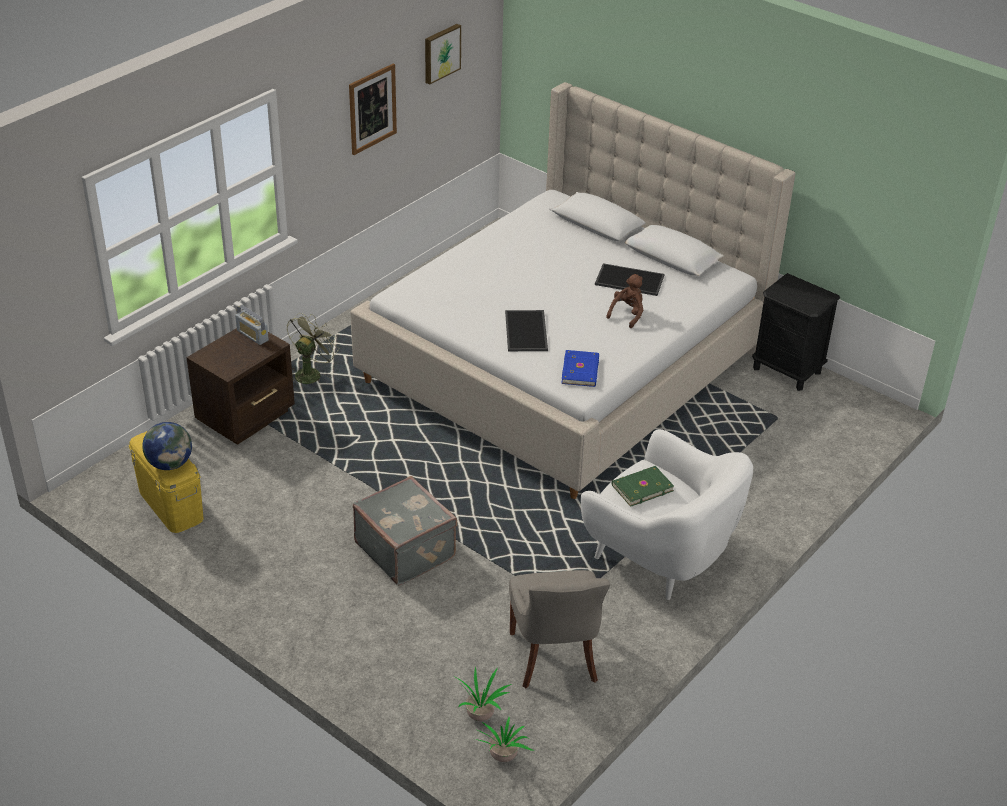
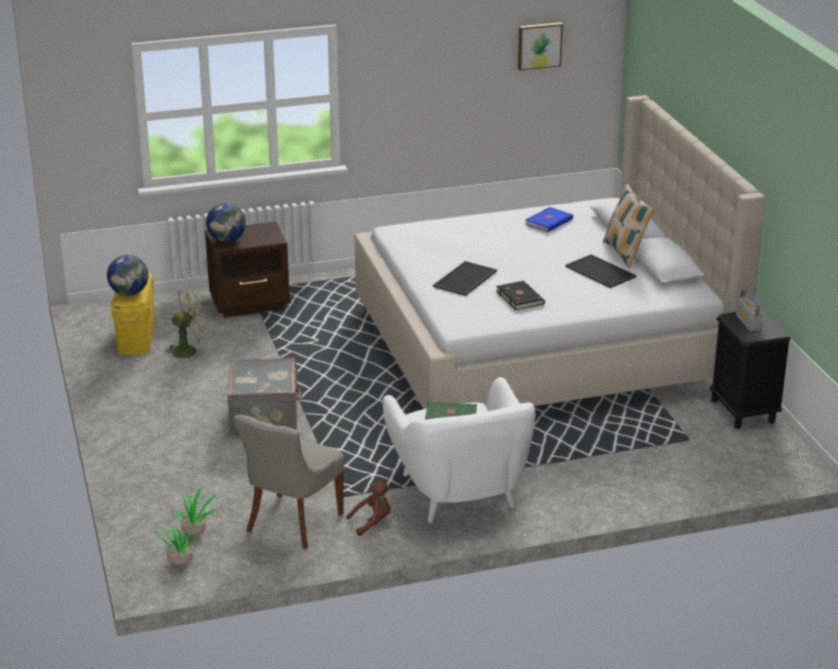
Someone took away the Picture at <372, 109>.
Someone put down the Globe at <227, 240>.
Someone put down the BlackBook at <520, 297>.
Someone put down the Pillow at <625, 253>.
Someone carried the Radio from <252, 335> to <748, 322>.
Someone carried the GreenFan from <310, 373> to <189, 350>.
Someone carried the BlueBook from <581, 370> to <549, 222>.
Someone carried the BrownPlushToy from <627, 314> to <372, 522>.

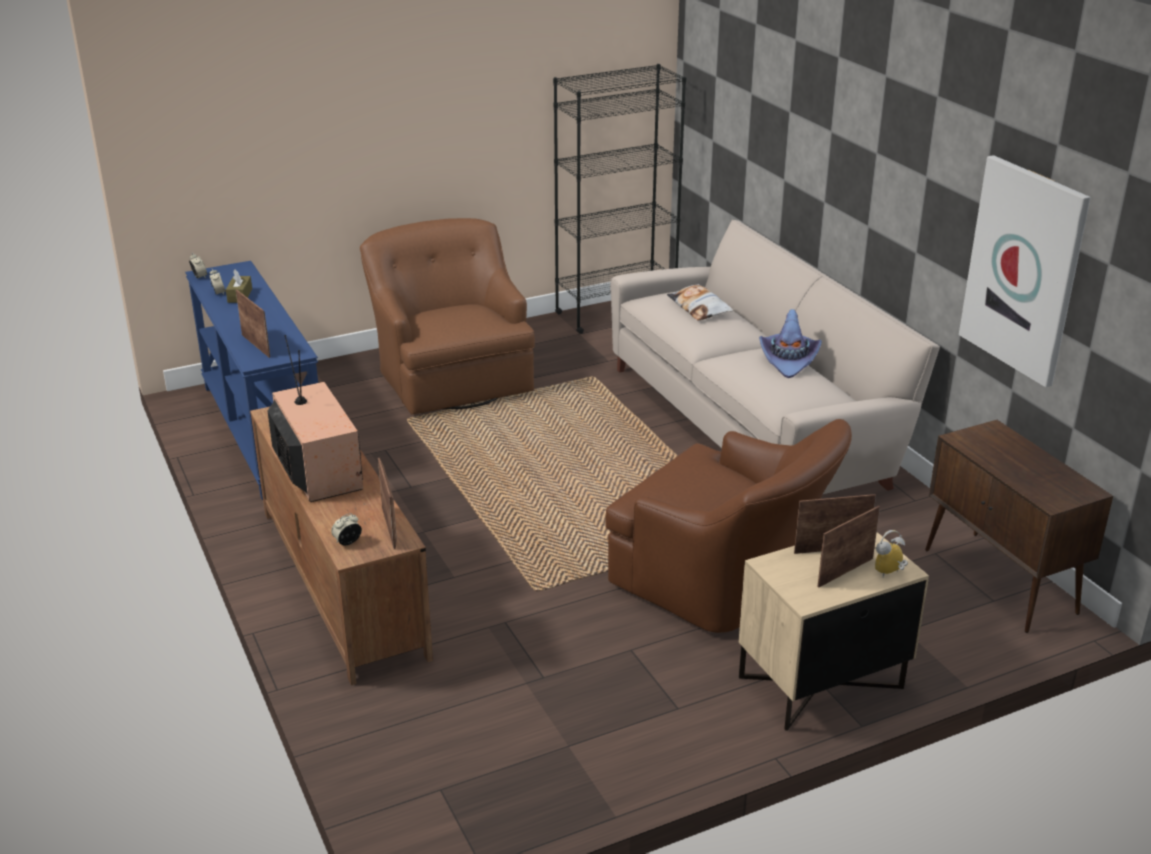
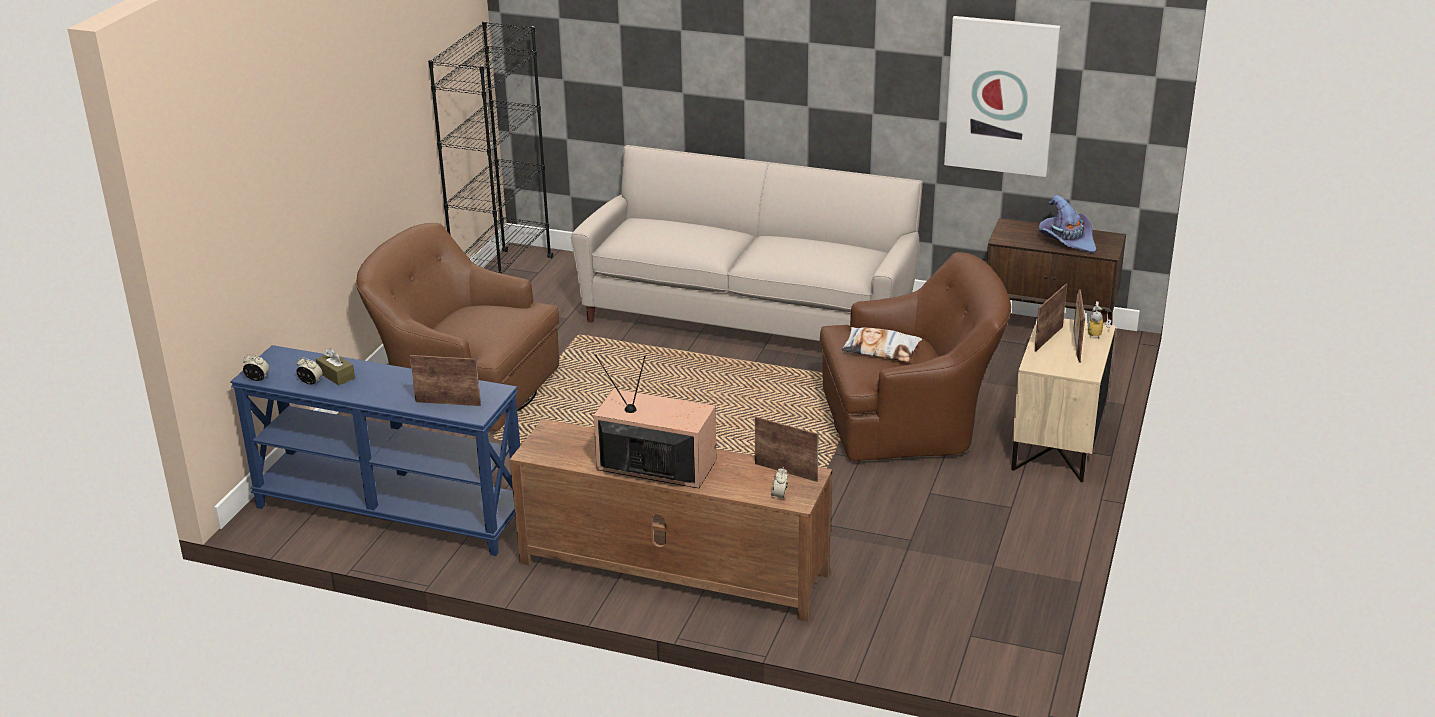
Someone carried the Pillow from <699, 308> to <881, 350>.
Someone carried the PurpleHat from <789, 360> to <1067, 240>.

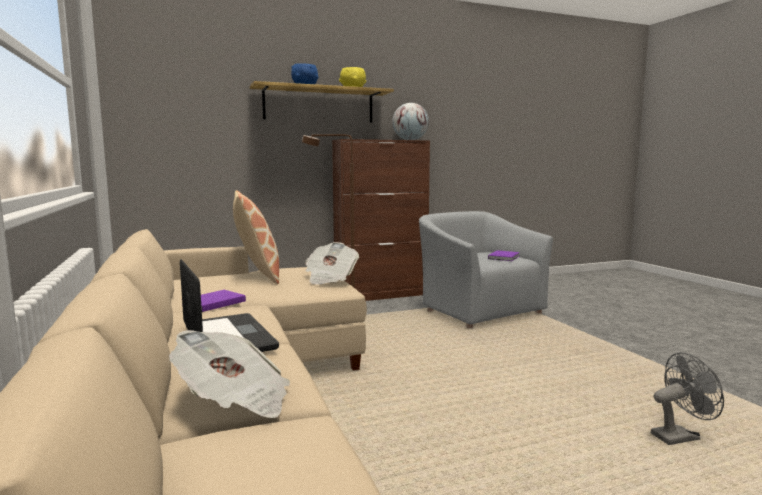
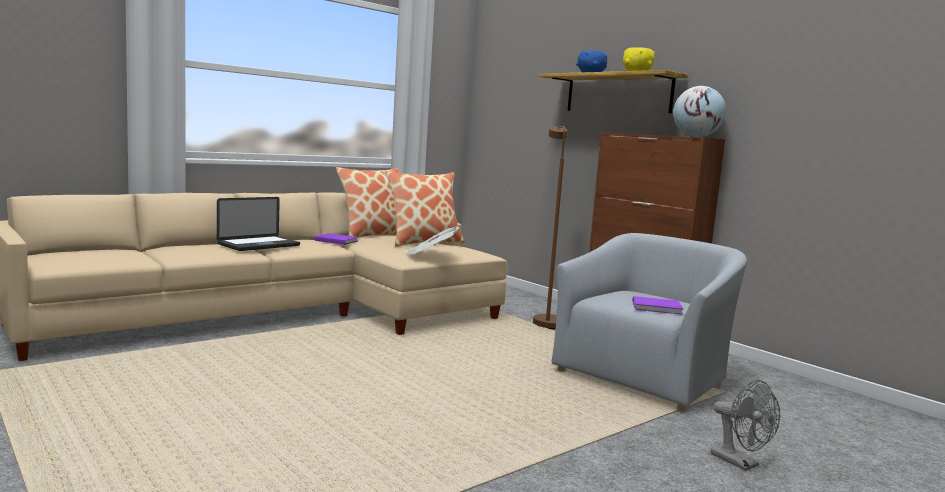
Someone took away the Newspaper at <235, 401>.
Someone put down the Pillow at <373, 235>.
Someone carried the GreyFan from <680, 436> to <740, 463>.

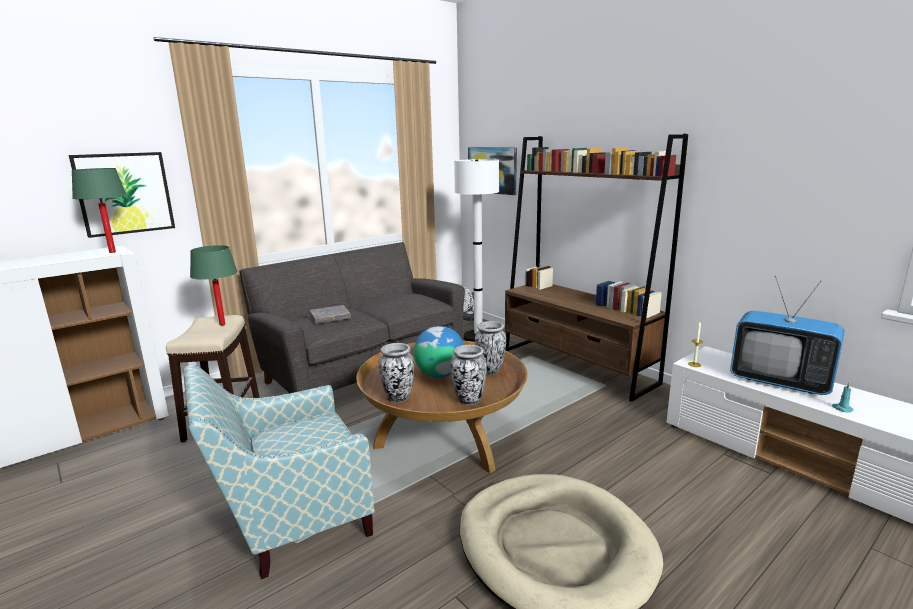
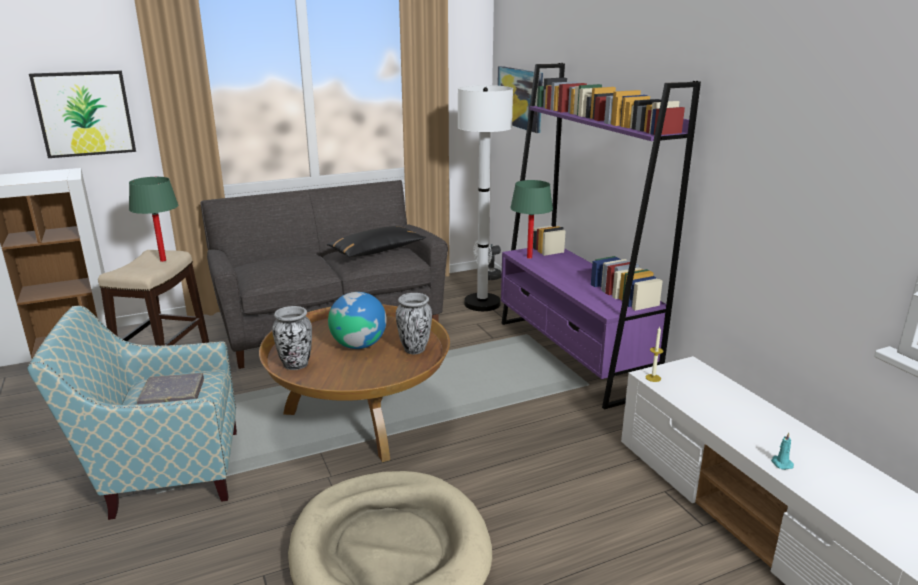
Someone took away the Vase at <469, 400>.
Someone took away the Television at <780, 381>.
Someone put down the BlackPillow at <377, 251>.
Someone carried the GreenTableLamp from <112, 252> to <529, 257>.
Someone carried the GreyBook from <330, 317> to <172, 394>.
Someone repainted the BrownBookcase at <577, 366>, which became the PurpleBookcase at <573, 355>.

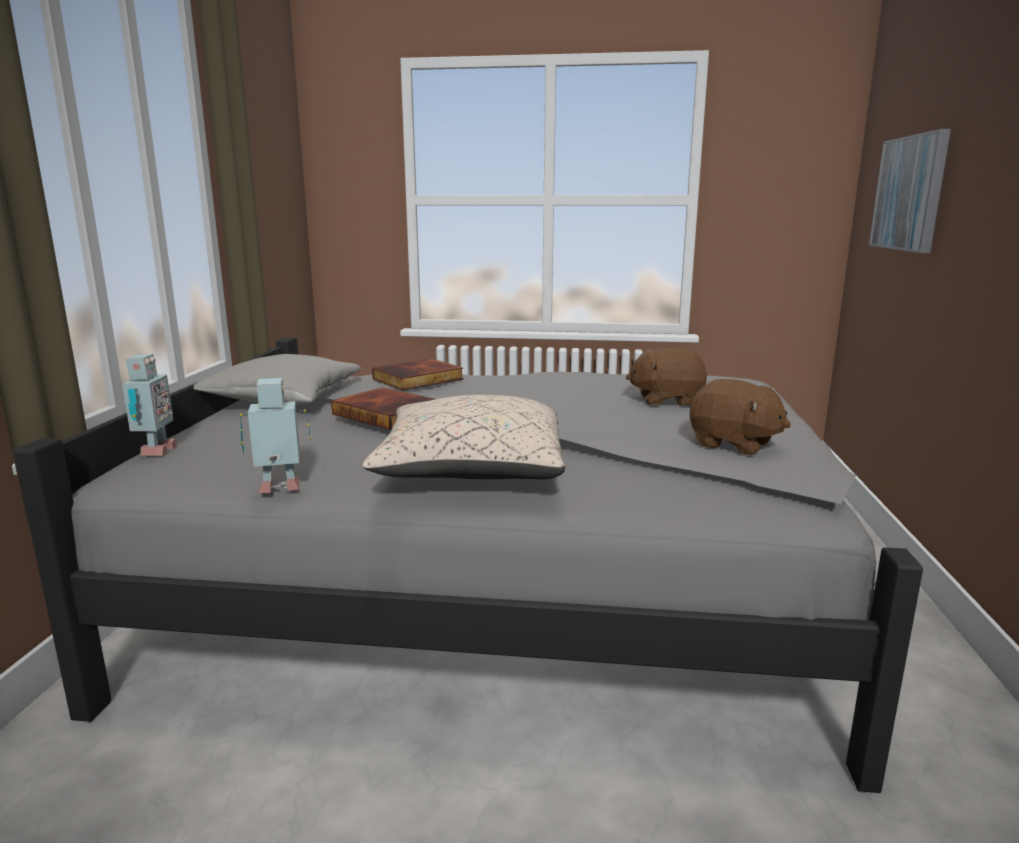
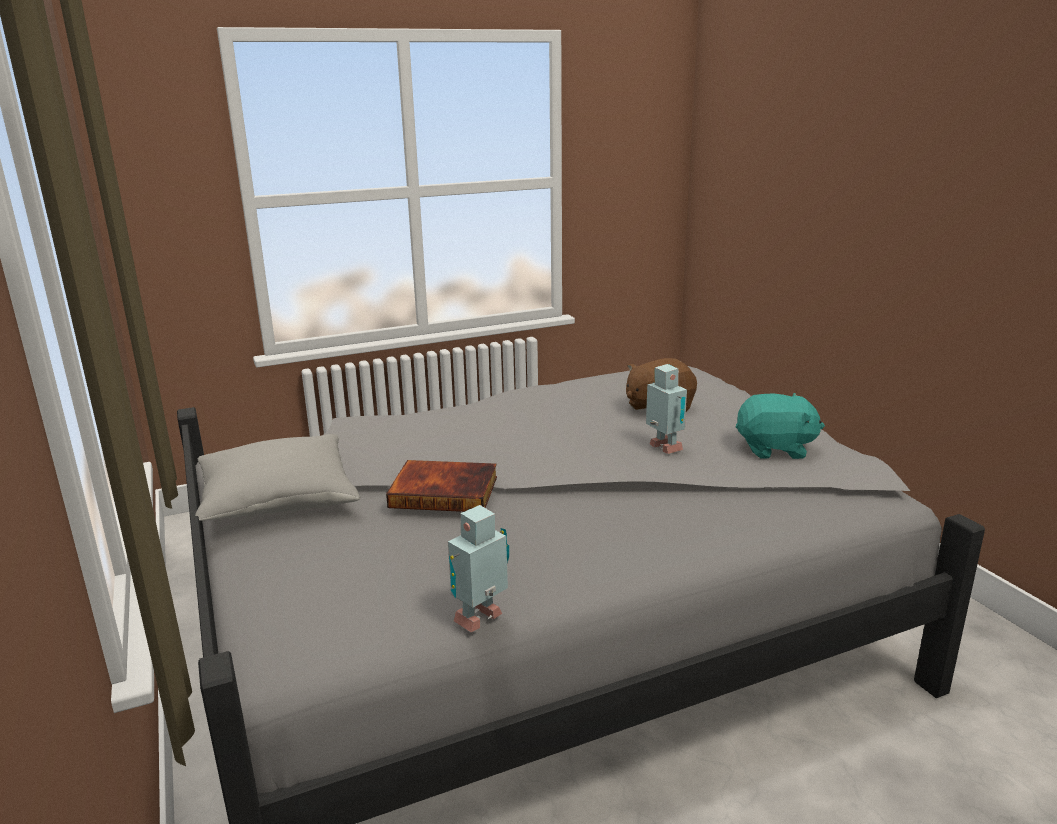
Someone took away the BeigePillow at <471, 472>.
Someone took away the Book at <418, 379>.
Someone took away the Picture at <910, 193>.
Someone carried the ToyRobot from <155, 451> to <664, 449>.
Someone repainted the BrownPlushToy at <733, 444>, which became the TurquoisePlushToy at <775, 449>.

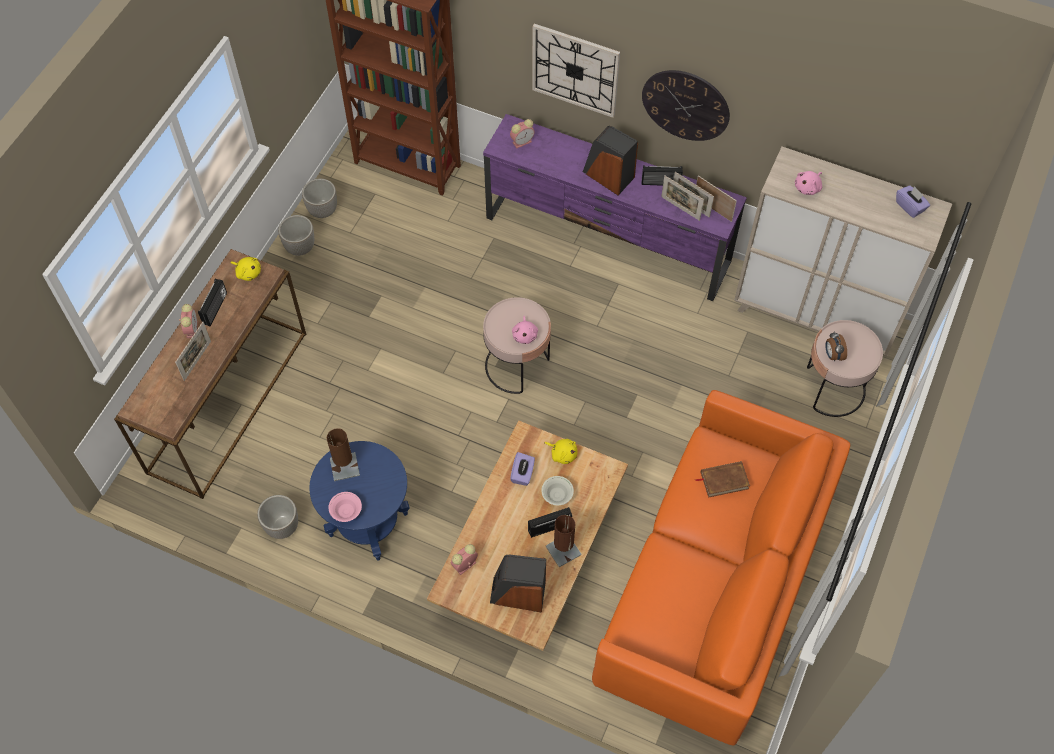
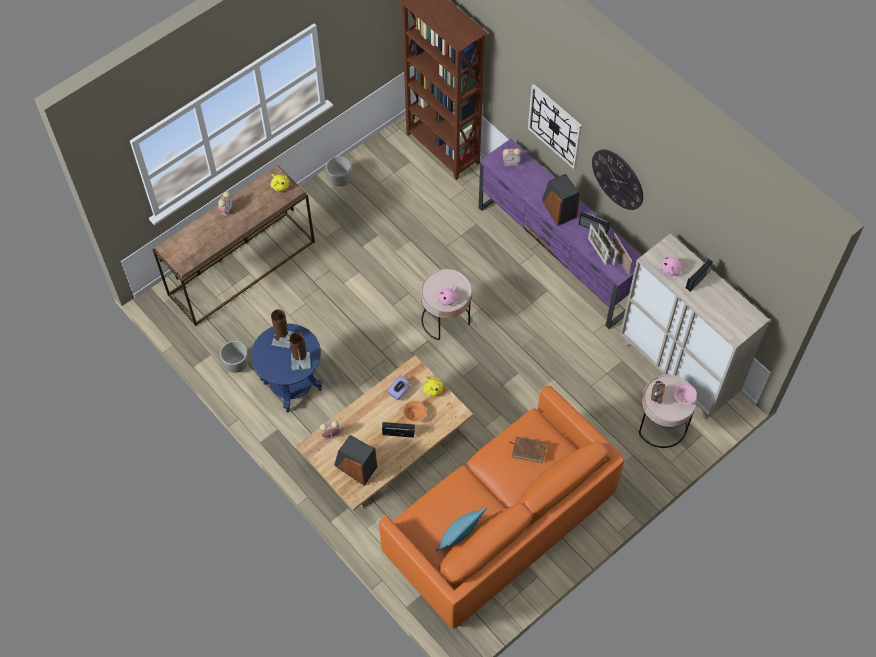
Someone took away the PictureFrame at <197, 360>.
Someone took away the Planter at <322, 210>.
Someone took away the PurpleTissueBox at <910, 206>.
Someone put down the TurquoisePillow at <459, 538>.
Someone carried the Radio from <216, 309> to <698, 280>.
Someone carried the PinkBowl from <346, 512> to <683, 397>.
Someone carried the BrownTableLamp from <563, 550> to <300, 361>.
Someone repainted the WhiteBowl at <557, 495>, which became the OrangeBowl at <414, 415>.

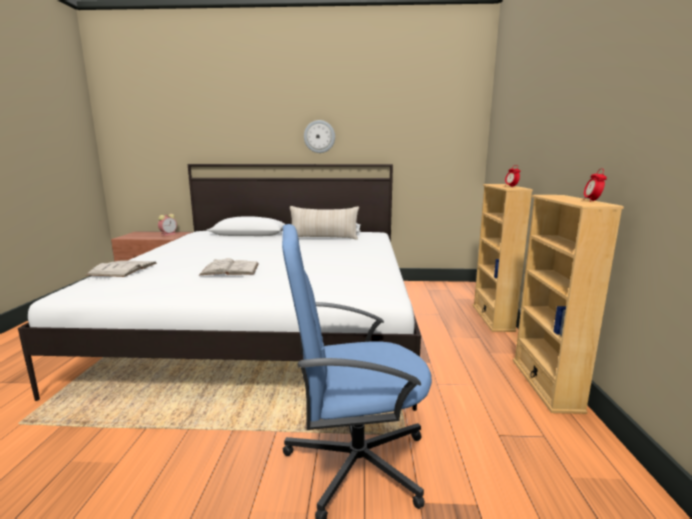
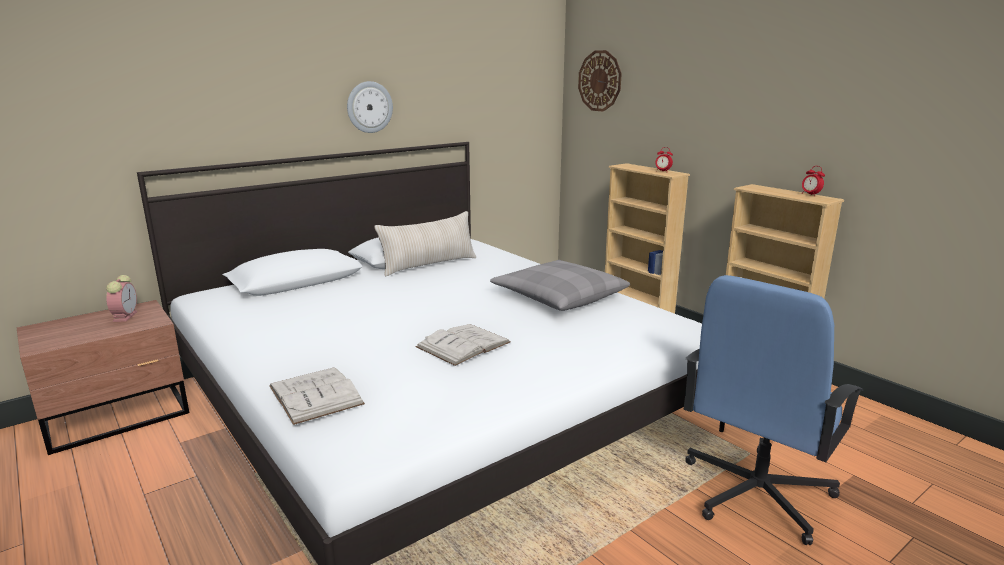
Someone put down the GreyPillow at <559, 297>.
Someone put up the WallClock at <600, 81>.

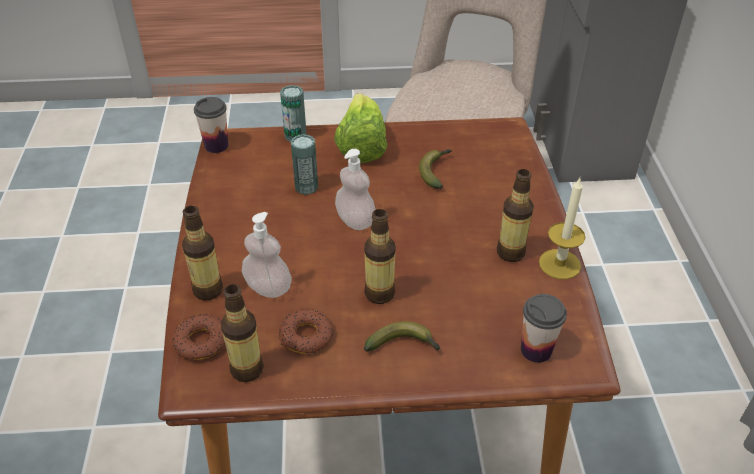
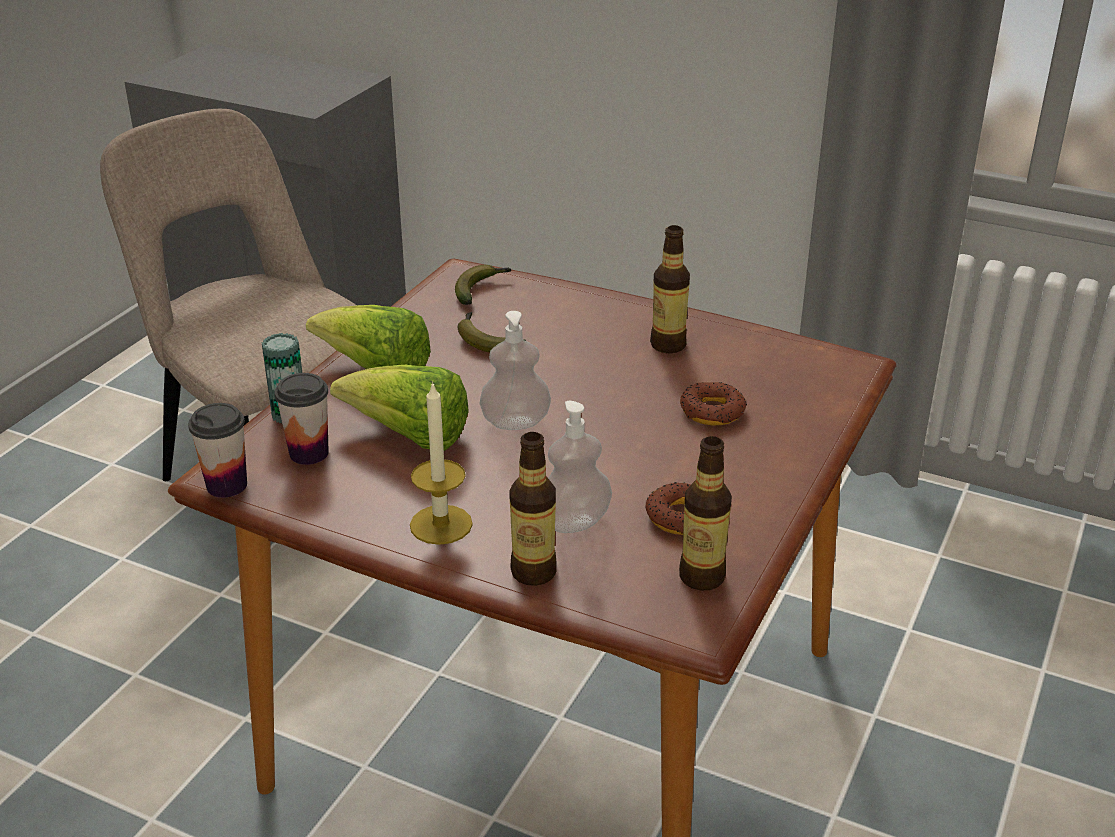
Someone took away the Bottle at <379, 293>.
Someone carried the Donut from <201, 342> to <712, 411>.
Someone carried the Banana from <404, 345> to <481, 290>.
Someone carried the Cup from <536, 350> to <309, 453>.
Someone carried the Candle from <559, 264> to <441, 524>.
Someone swapped the Can at <306, 187> for the Lettuce at <410, 438>.

